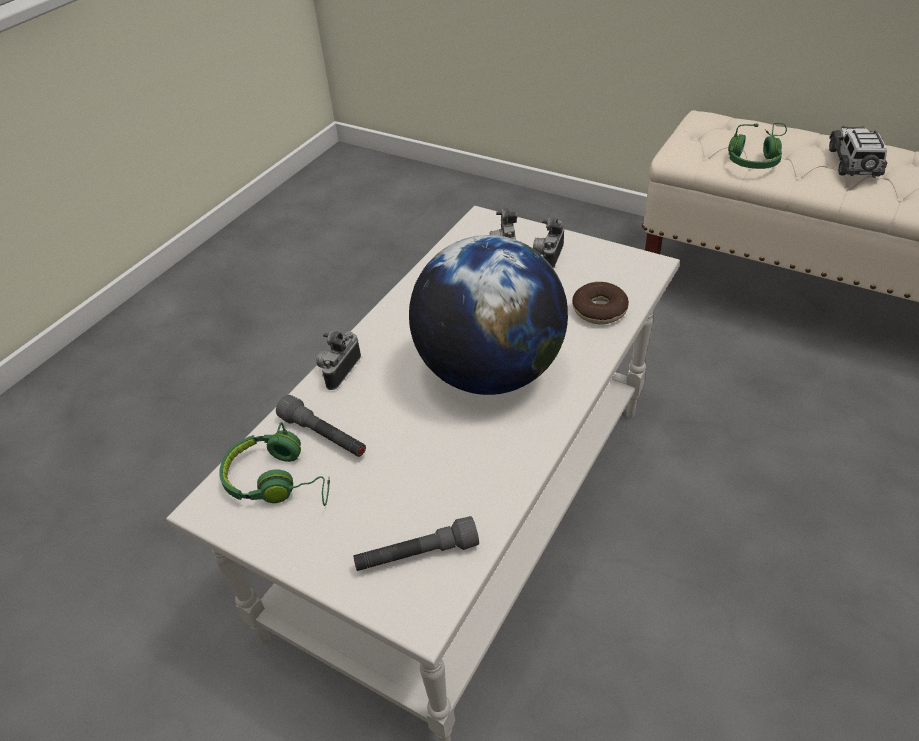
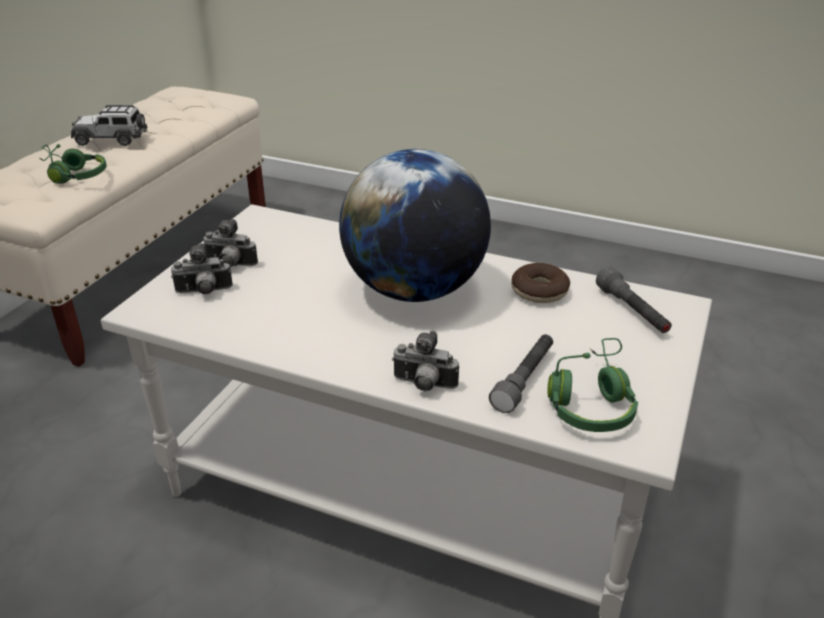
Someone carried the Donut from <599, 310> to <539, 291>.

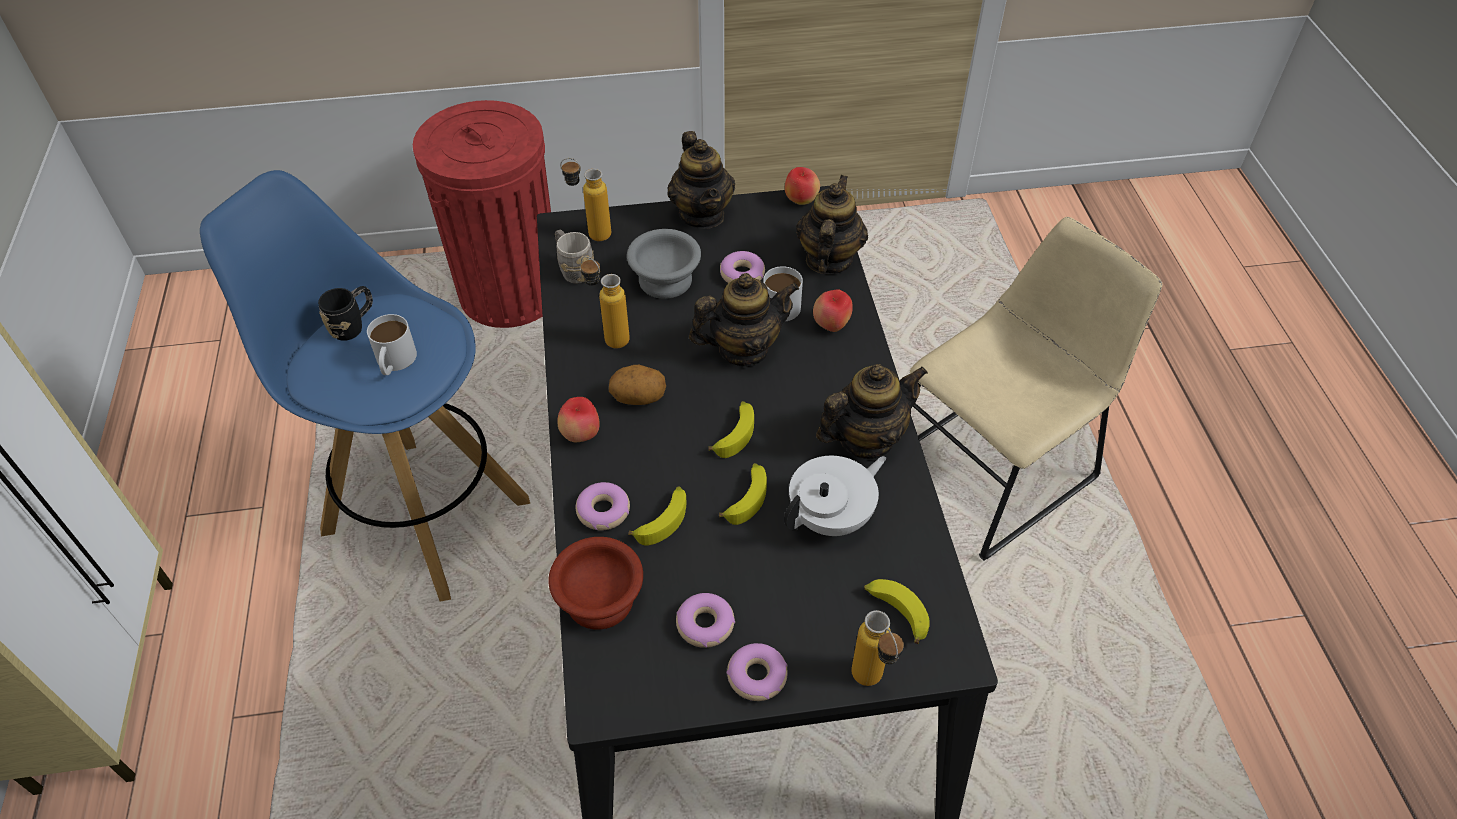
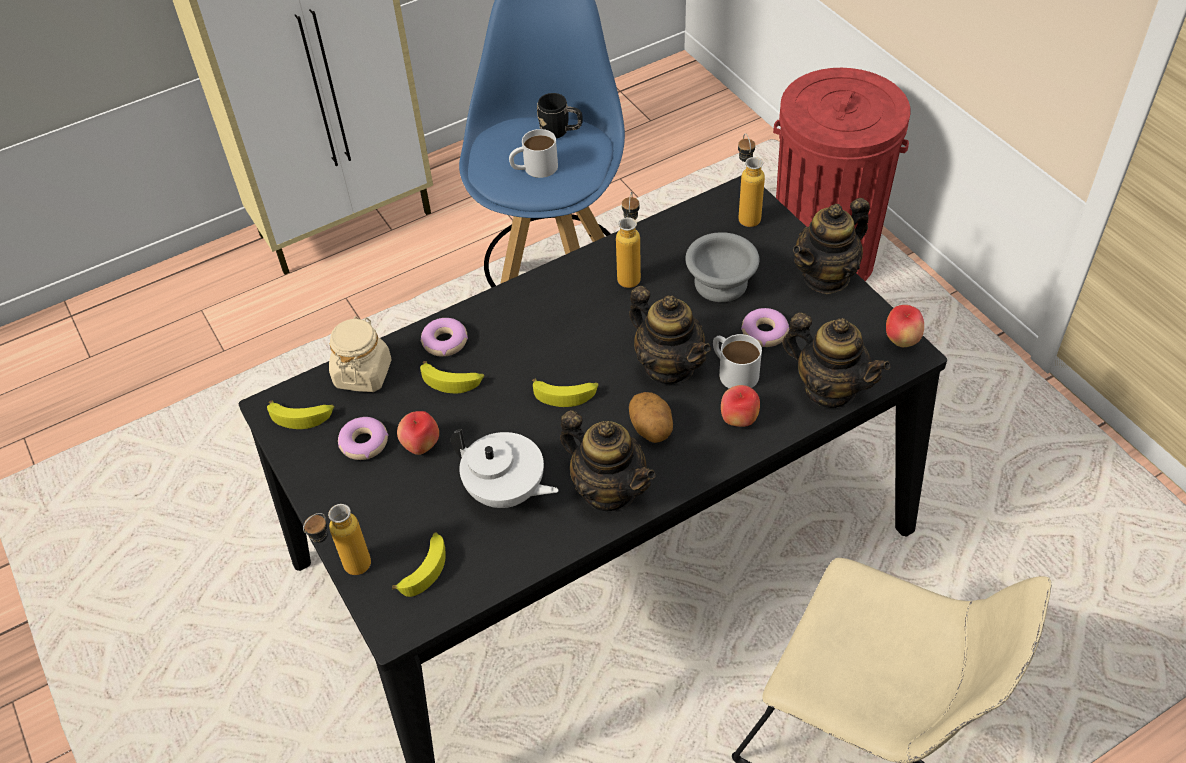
Someone took away the GreyMug at <573, 269>.
Someone took away the Donut at <757, 676>.
Someone carried the Apple from <581, 435> to <421, 446>.
Someone carried the Potato from <638, 398> to <651, 429>.
Someone carried the Banana from <746, 498> to <302, 416>.
Someone swapped the BrownBowl at <603, 599> for the BeigeJar at <363, 373>.
Someone rotated the Teapot at <828, 260> by 45 degrees clockwise.

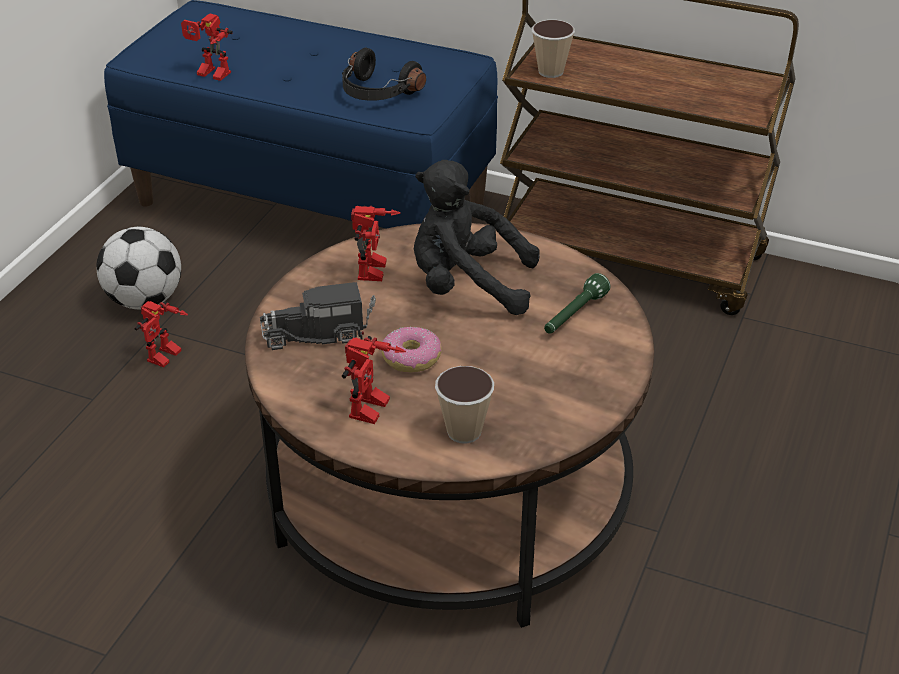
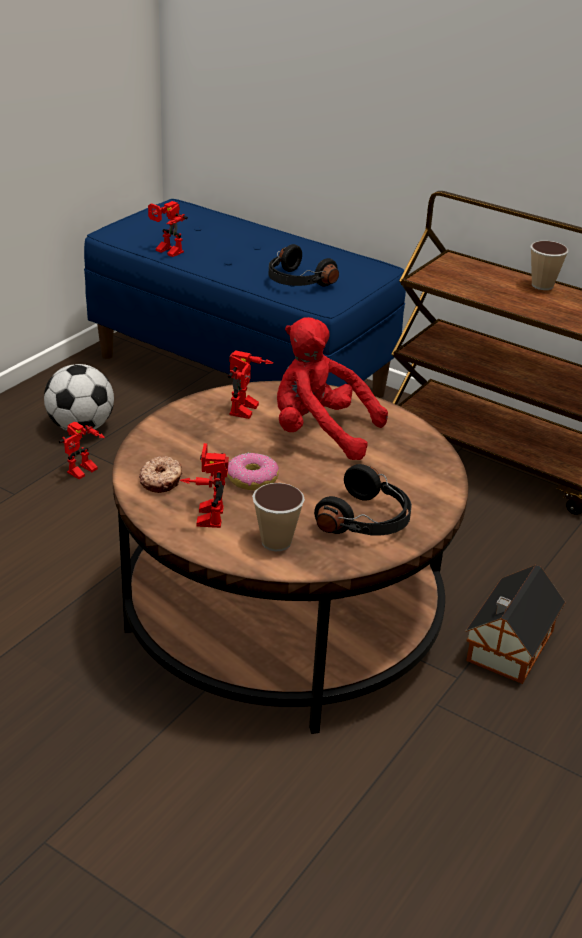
Someone took away the ToyTruck at <319, 333>.
Someone took away the GreenFlashlight at <574, 315>.
Someone put down the Donut at <162, 481>.
Someone put down the BlackHeadphones at <366, 521>.
Someone put down the ToyHouse at <507, 648>.
Someone carried the Cup from <550, 72> to <542, 285>.
Someone repainted the BlackPlushToy at <467, 286>, which became the RedPlushToy at <319, 433>.
Someone rotated the ToyRobot at <373, 412> by 150 degrees clockwise.

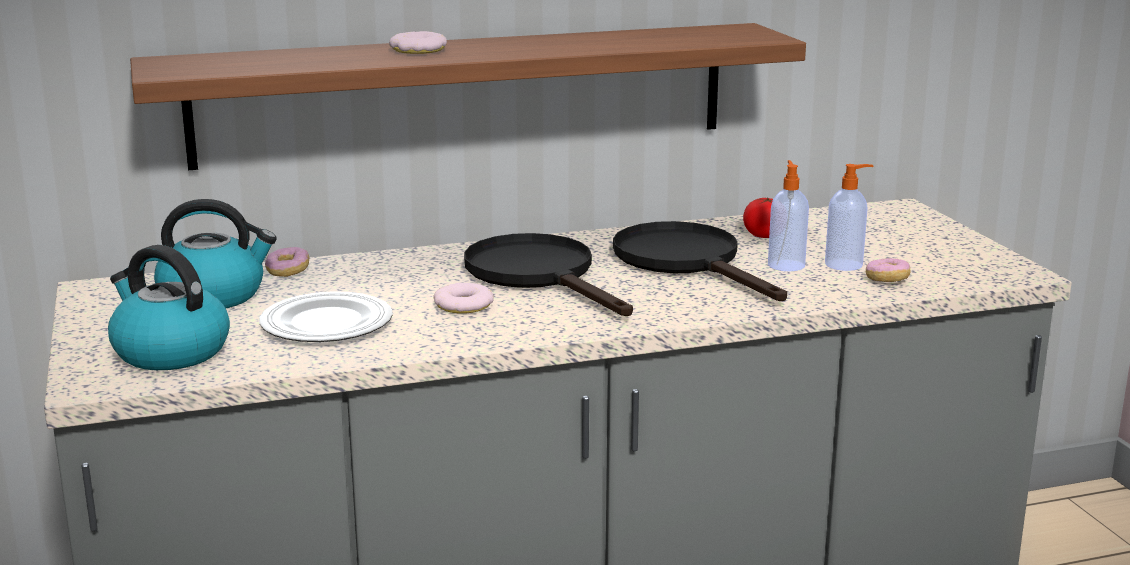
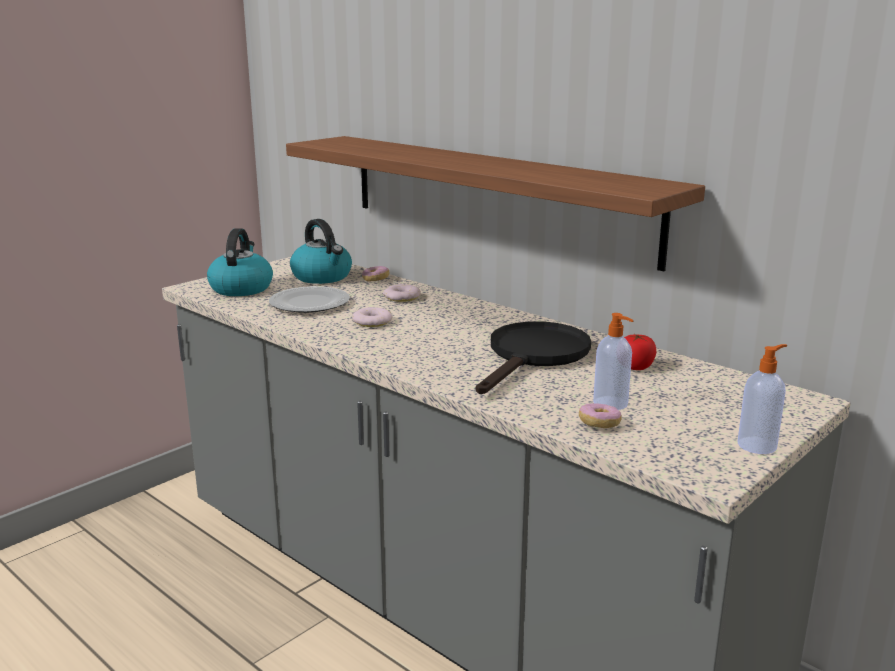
Someone took away the BlackFryingPan at <540, 275>.
Someone carried the Donut from <418, 50> to <402, 297>.
Someone carried the SoapDispenser from <786, 265> to <758, 445>.

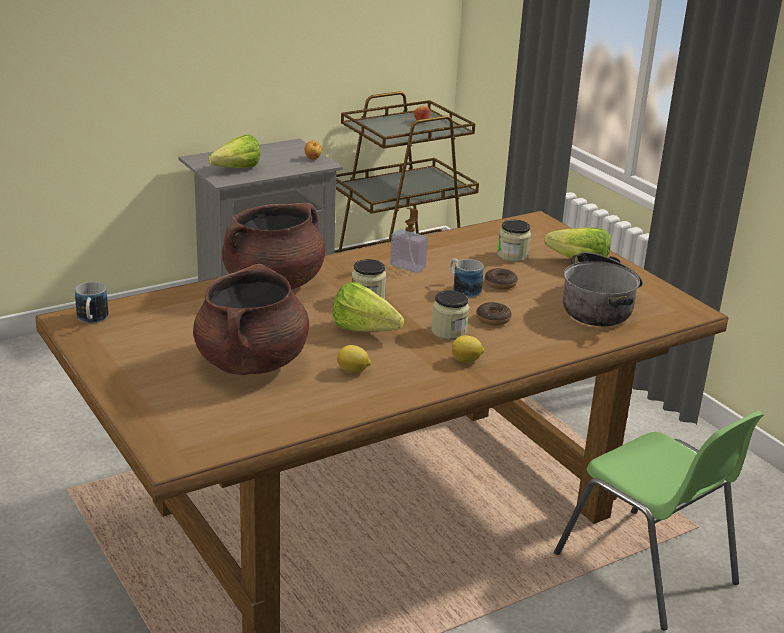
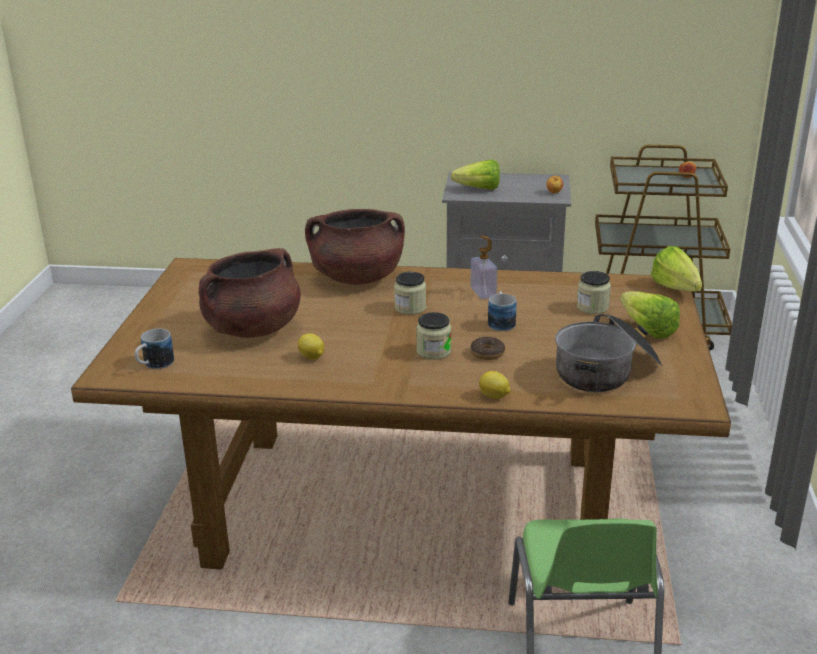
Someone took away the Donut at <500, 284>.
Someone carried the Mug from <92, 320> to <154, 365>.
Someone carried the Lettuce from <369, 332> to <677, 291>.
Someone carried the Lemon from <466, 360> to <494, 396>.

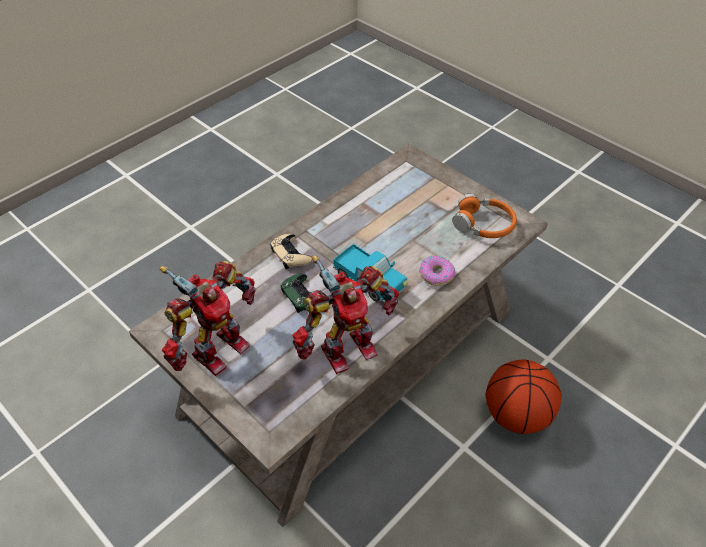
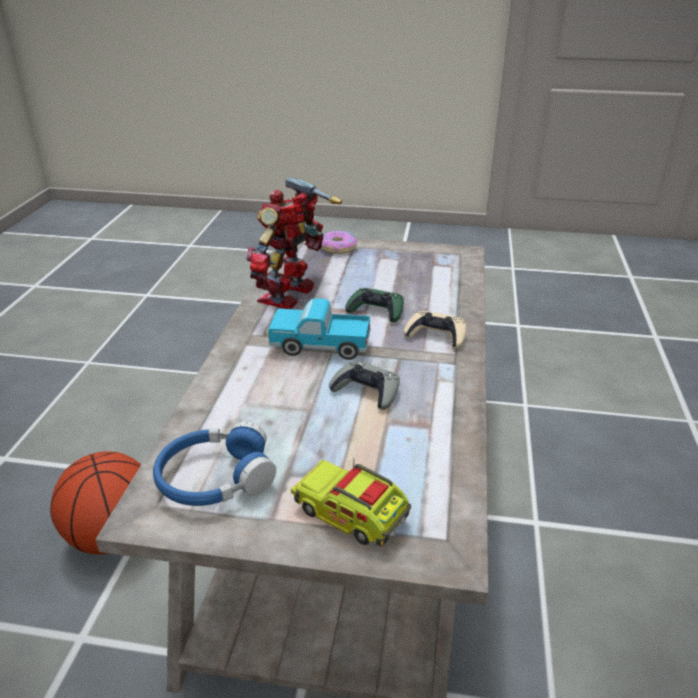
Someone took away the ToyRobot at <217, 348>.
Someone put down the ToyTruck at <351, 514>.
Someone put down the GreyGameController at <366, 391>.
Someone carried the Donut from <436, 274> to <337, 248>.
Someone repainted the OrangeHeadphones at <483, 224>, which became the BlueHeadphones at <215, 478>.

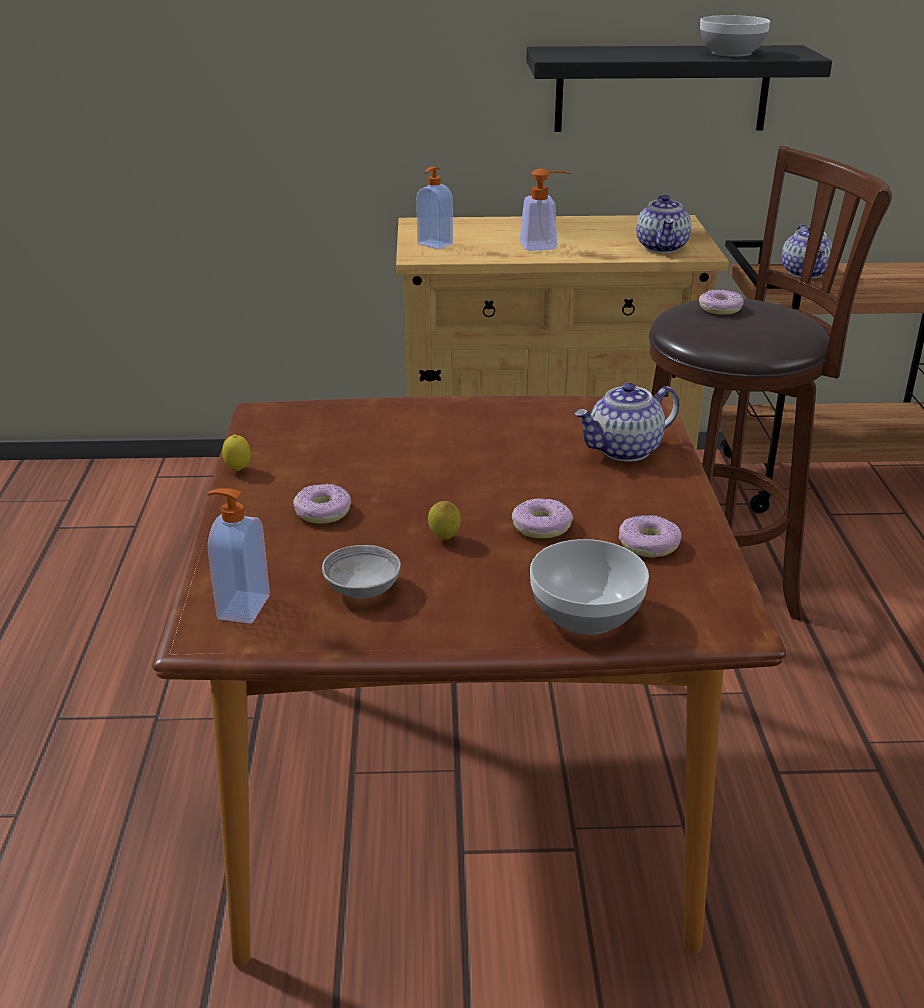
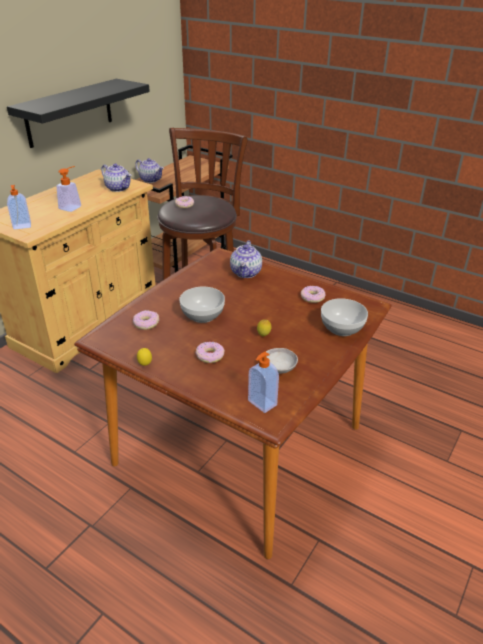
Someone carried the Donut from <541, 526> to <146, 323>.
Someone carried the Bowl from <730, 53> to <202, 315>.

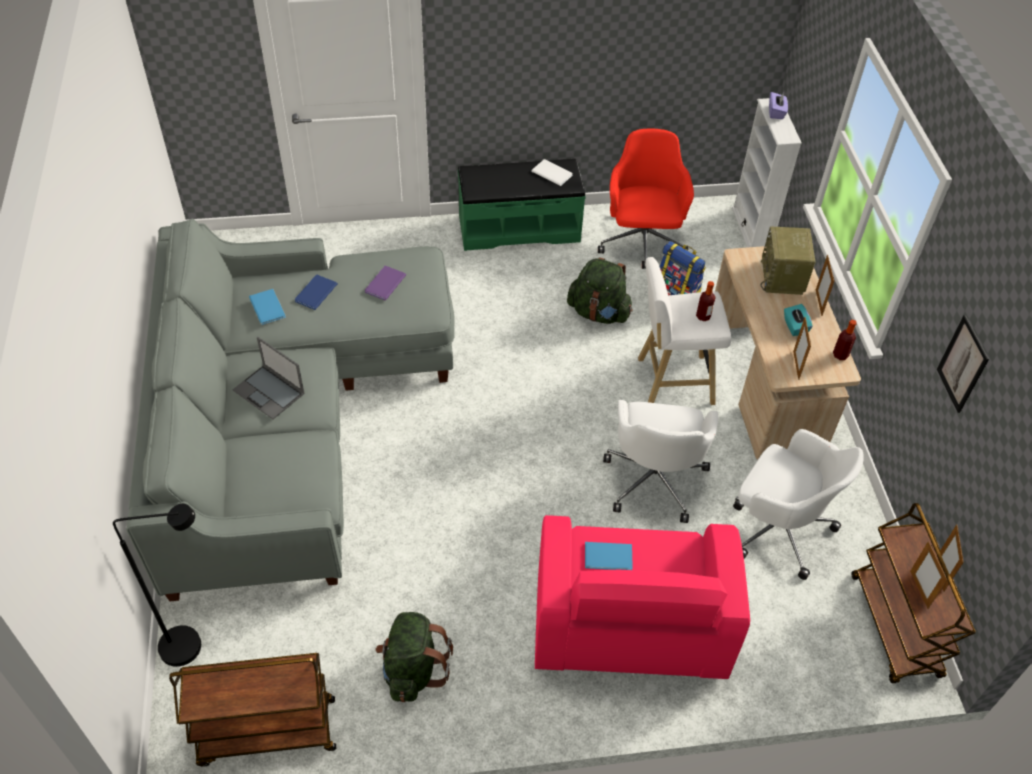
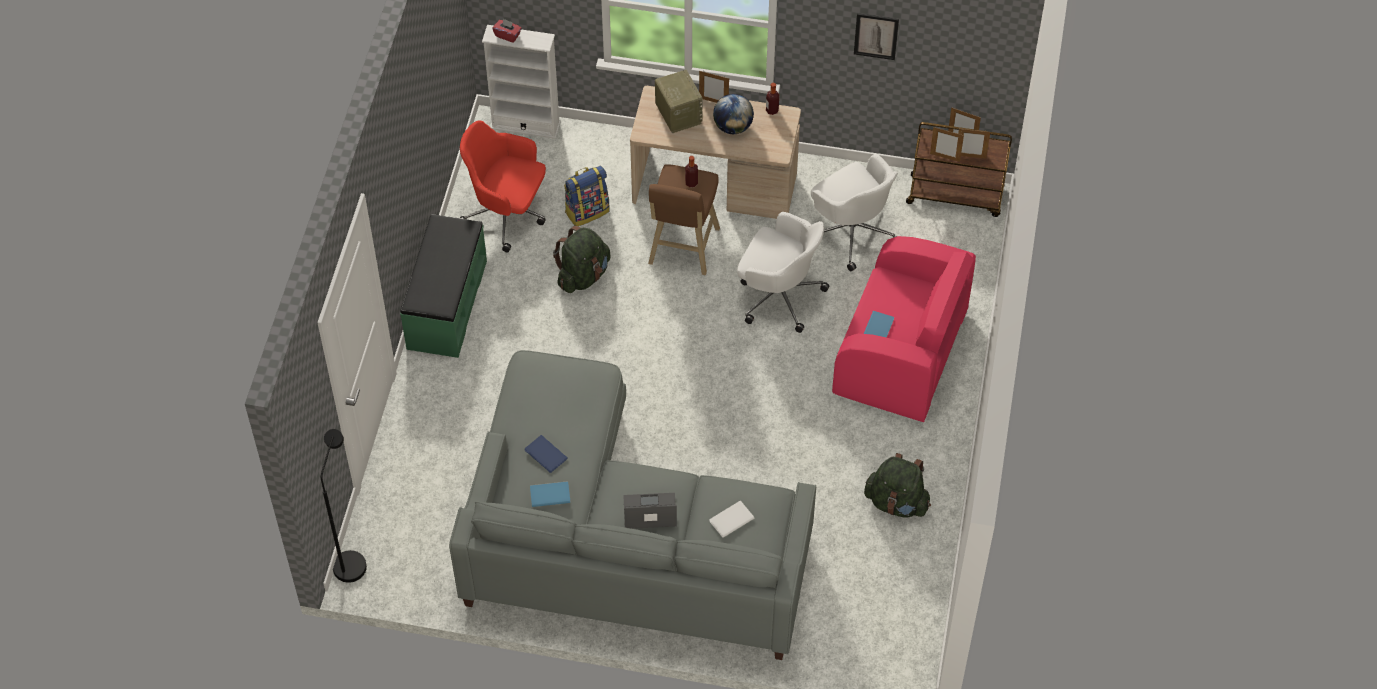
Someone took away the BrownCart at <266, 733>.
Someone took away the PurpleBook at <383, 284>.
Someone carried the BlackFloorLamp from <193, 644> to <351, 559>.
Someone carried the WhiteBook from <551, 172> to <730, 519>.
Someone carried the PictureFrame from <796, 365> to <945, 157>.
Someone swapped the TurquoiseTissueBox at <794, 327> for the Globe at <733, 127>.
Someone repainted the WhiteStool at <671, 381>, which became the BrownStool at <682, 249>.
Someone repainted the PurpleTissueBox at <776, 112>, which became the RedTissueBox at <507, 35>.
Someone rotated the Laptop at <269, 392> by 150 degrees counterclockwise.
Someone rotated the WhiteOfficeChair at <778, 527> by 90 degrees clockwise.
Someone rotated the Radio at <783, 277> by 135 degrees counterclockwise.

